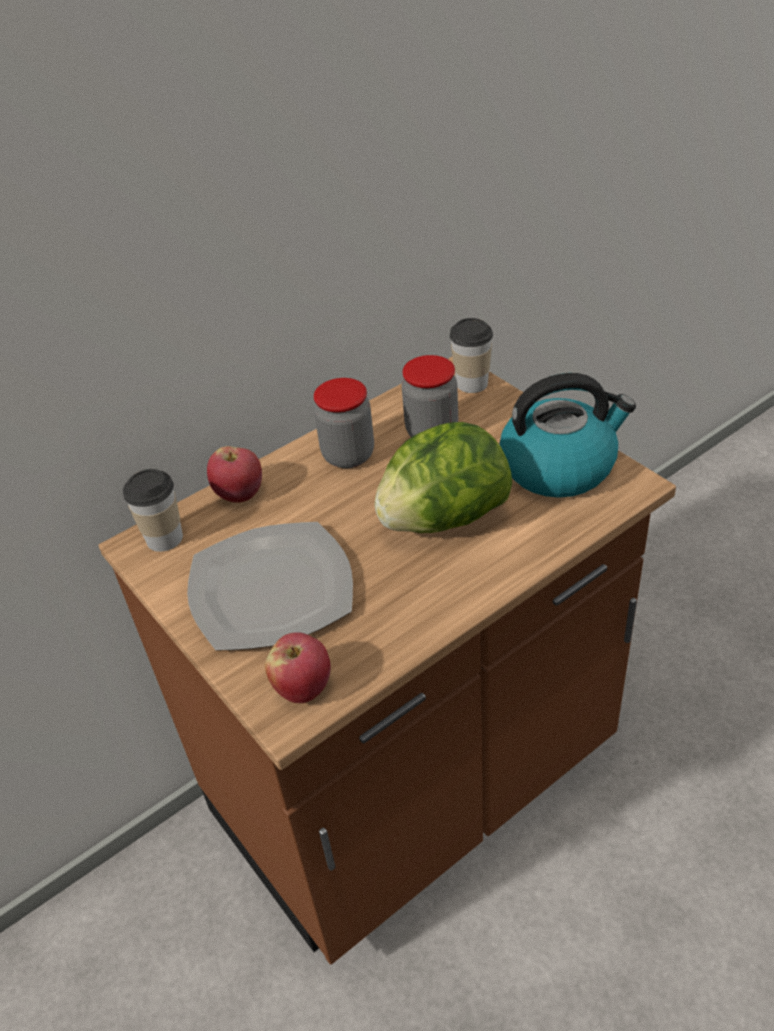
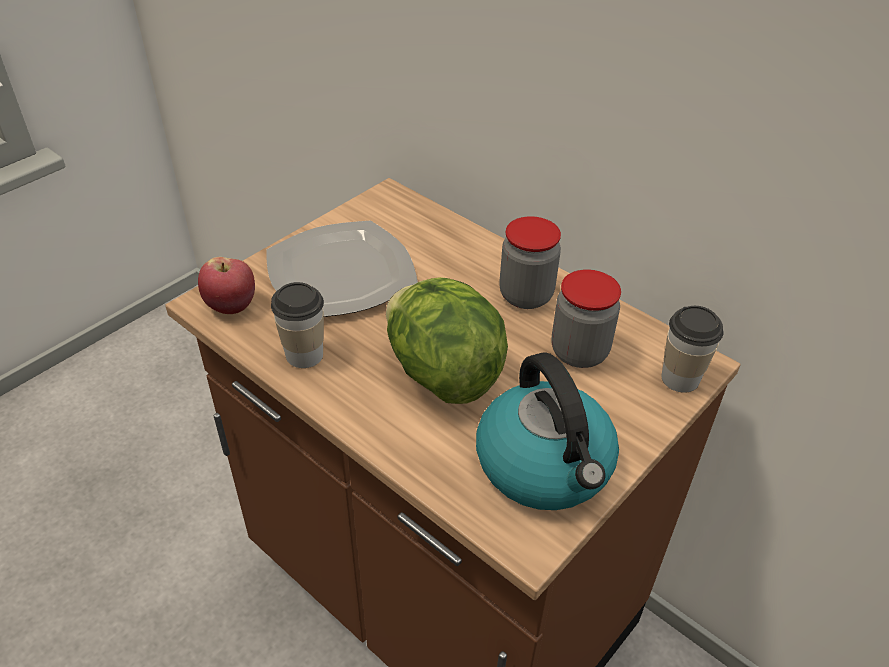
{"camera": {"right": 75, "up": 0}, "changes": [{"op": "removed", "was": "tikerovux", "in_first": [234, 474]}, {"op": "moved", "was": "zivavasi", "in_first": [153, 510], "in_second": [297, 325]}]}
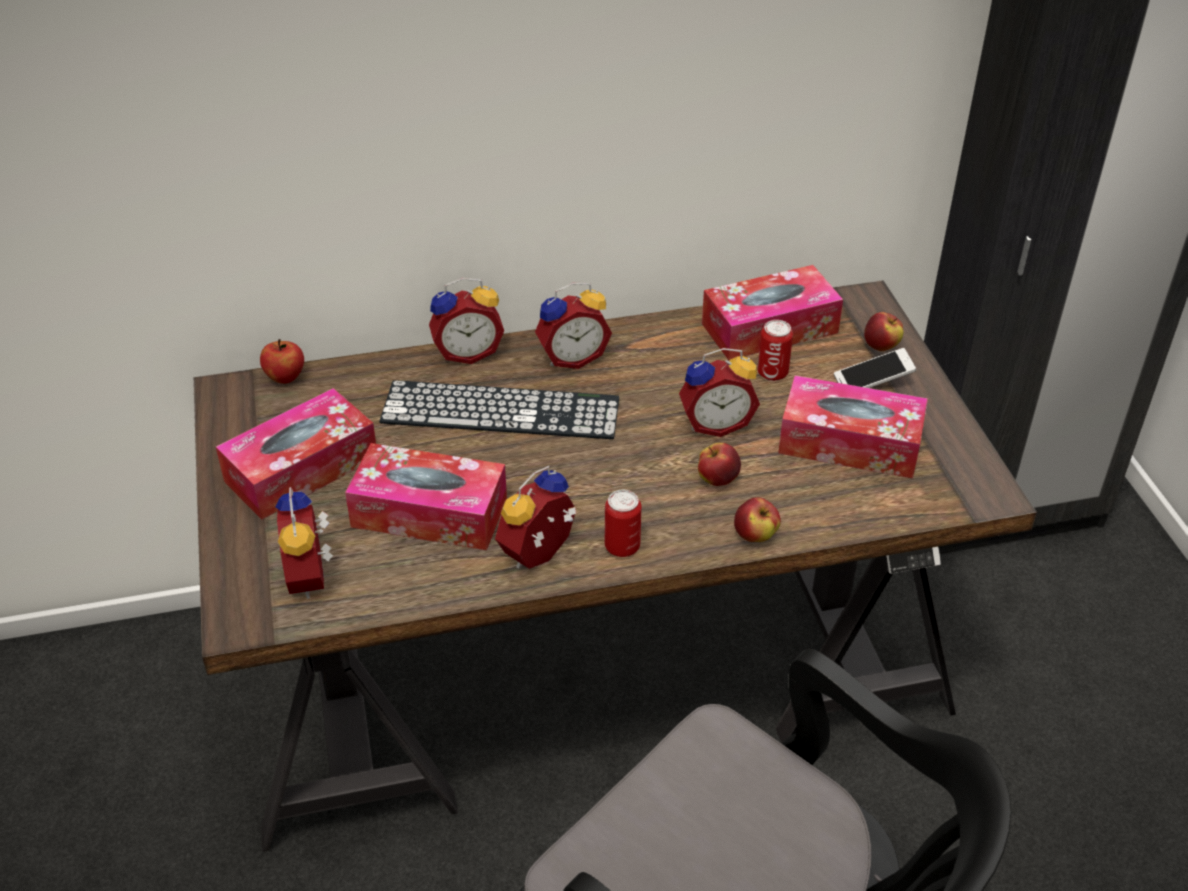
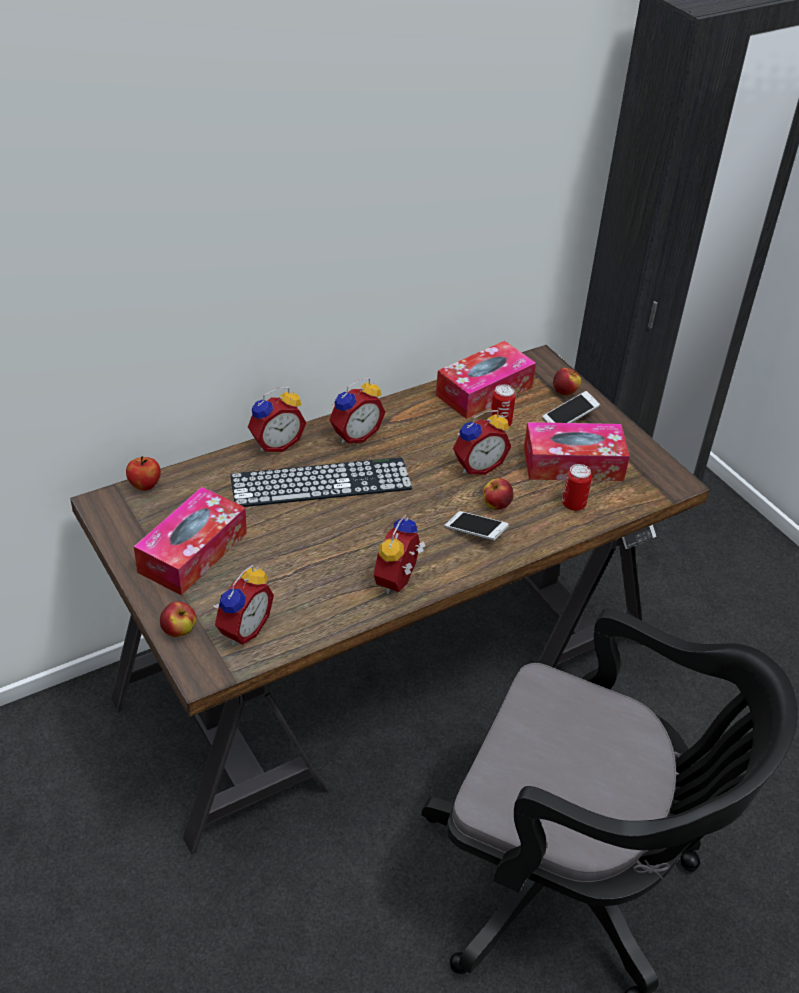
{"camera": {"right": -20, "up": 0}, "changes": [{"op": "removed", "was": "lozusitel", "in_first": [426, 496]}, {"op": "added", "now": "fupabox", "in_second": [477, 526]}, {"op": "moved", "was": "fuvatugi", "in_first": [623, 523], "in_second": [577, 487]}, {"op": "moved", "was": "tikerovux", "in_first": [757, 520], "in_second": [178, 619]}, {"op": "turned", "was": "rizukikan", "in_first": [304, 543], "in_second": [243, 605], "clockwise": -120}]}
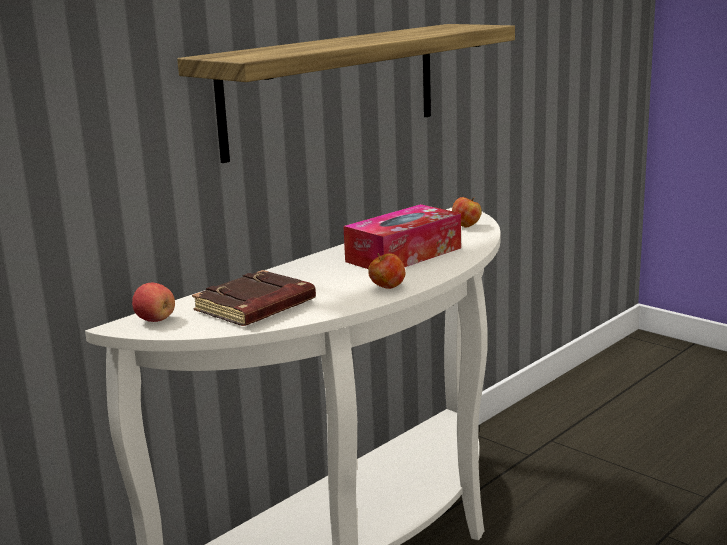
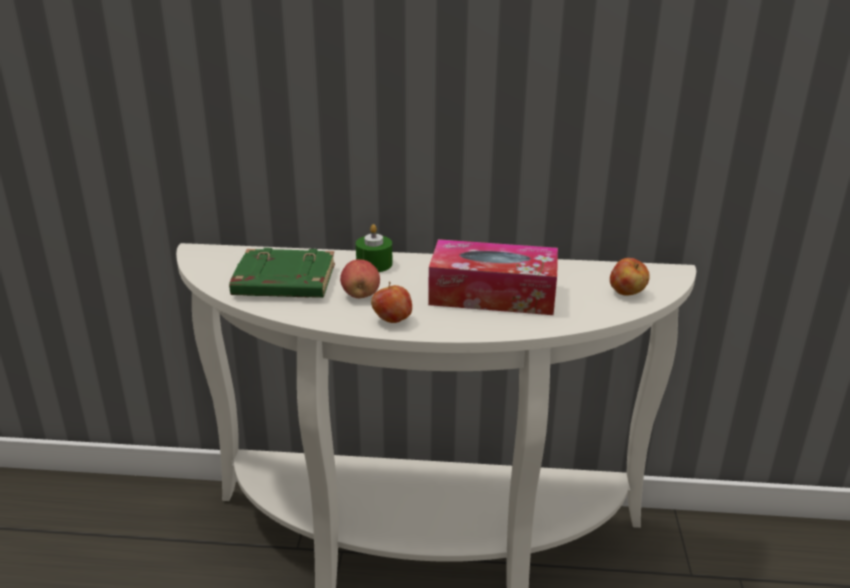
{"camera": {"right": 50, "up": 10}, "changes": [{"op": "removed", "was": "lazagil", "in_first": [346, 93]}, {"op": "added", "now": "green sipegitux", "in_second": [374, 248]}, {"op": "moved", "was": "tikerovux", "in_first": [153, 302], "in_second": [360, 278]}, {"op": "recoloured", "was": "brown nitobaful", "now": "green nitobaful", "in_first": [254, 298], "in_second": [282, 273]}]}
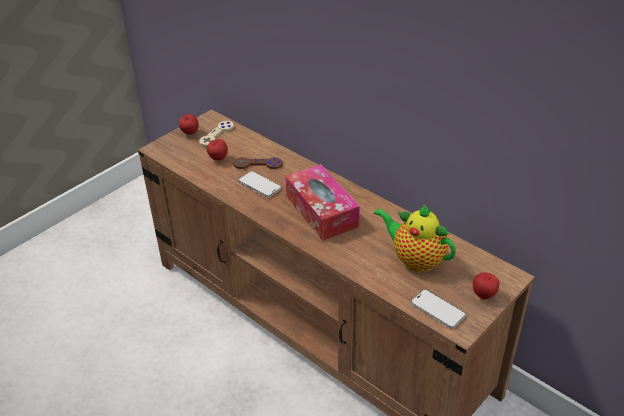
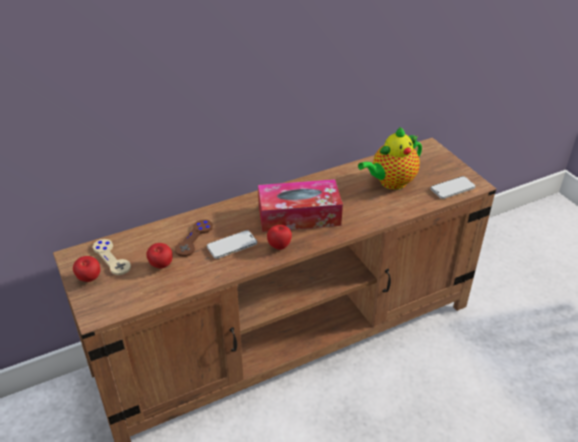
{"camera": {"right": -70, "up": 0}, "changes": [{"op": "moved", "was": "tikerovux", "in_first": [486, 285], "in_second": [279, 237]}]}
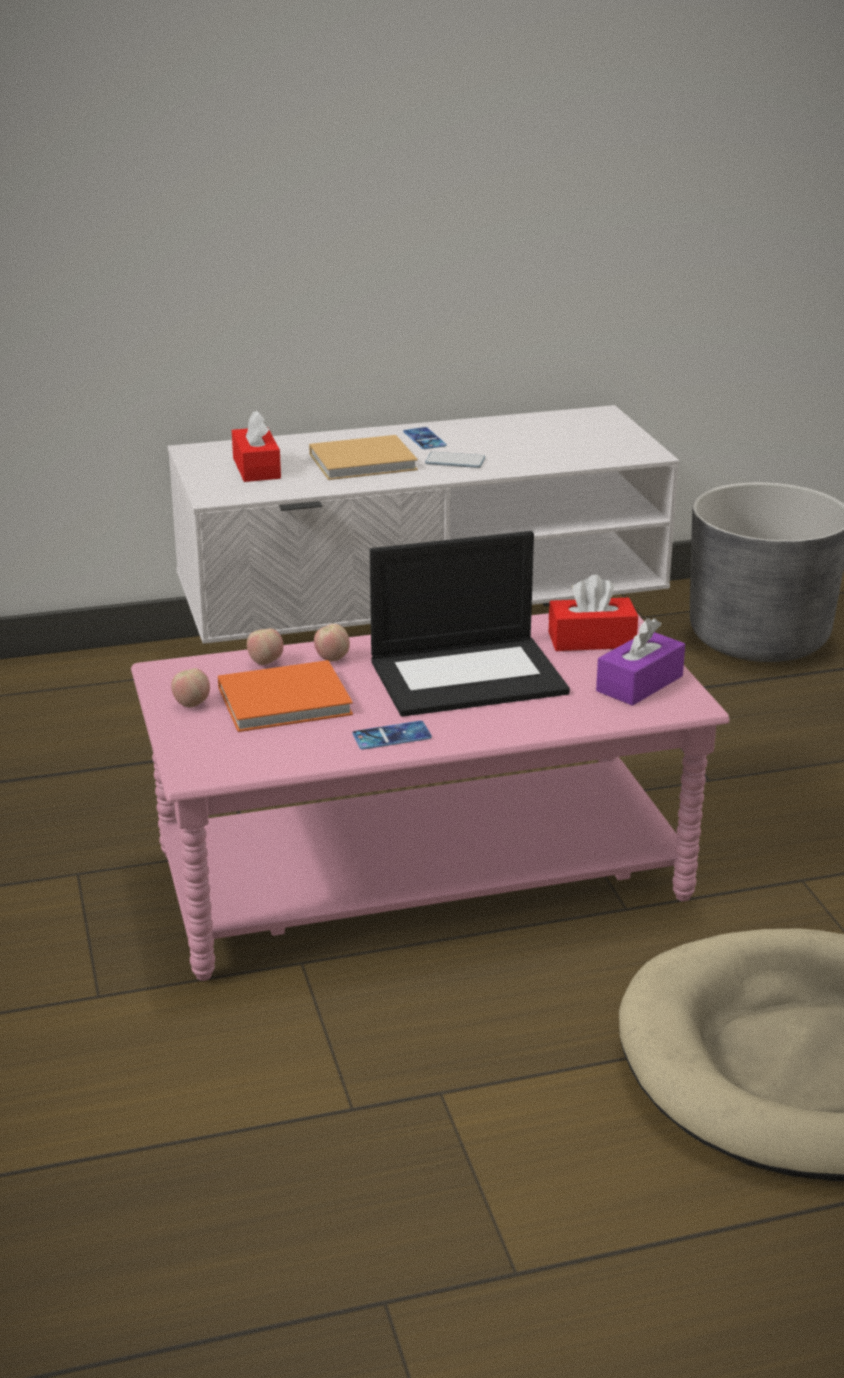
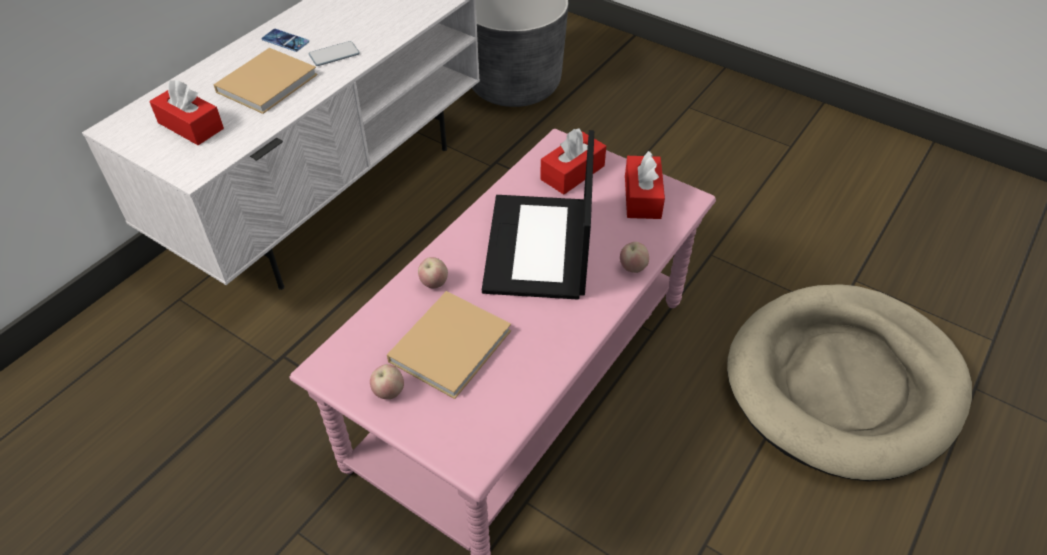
{"camera": {"right": -40, "up": 20}, "changes": [{"op": "removed", "was": "fupabox", "in_first": [392, 735]}, {"op": "moved", "was": "tikerovux", "in_first": [265, 646], "in_second": [634, 257]}, {"op": "recoloured", "was": "orange nitobaful", "now": "beige nitobaful", "in_first": [285, 696], "in_second": [449, 345]}, {"op": "recoloured", "was": "purple lozusitel", "now": "red lozusitel", "in_first": [640, 662], "in_second": [645, 185]}, {"op": "turned", "was": "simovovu", "in_first": [470, 624], "in_second": [538, 215], "clockwise": 150}]}
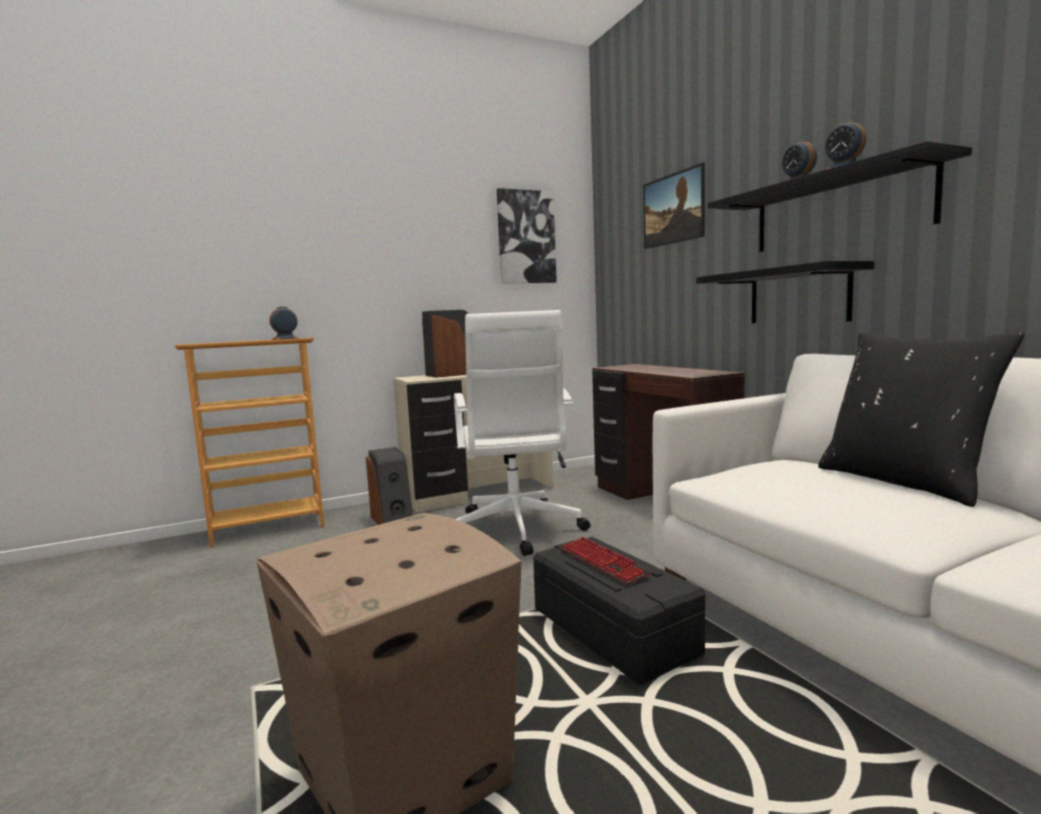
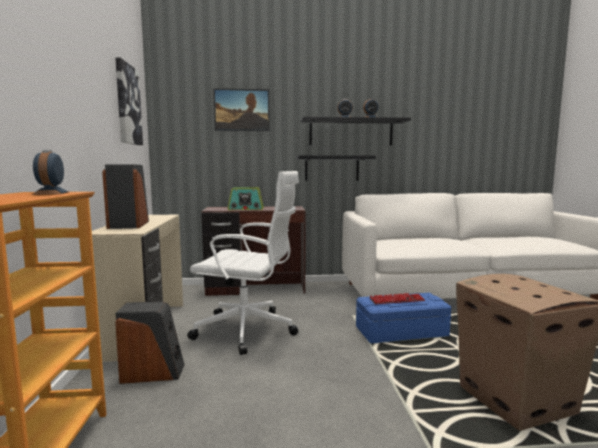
{"camera": {"right": -70, "up": 0}, "changes": [{"op": "removed", "was": "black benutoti", "in_first": [921, 419]}, {"op": "added", "now": "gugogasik", "in_second": [246, 198]}, {"op": "recoloured", "was": "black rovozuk", "now": "blue rovozuk", "in_first": [619, 610], "in_second": [403, 318]}]}
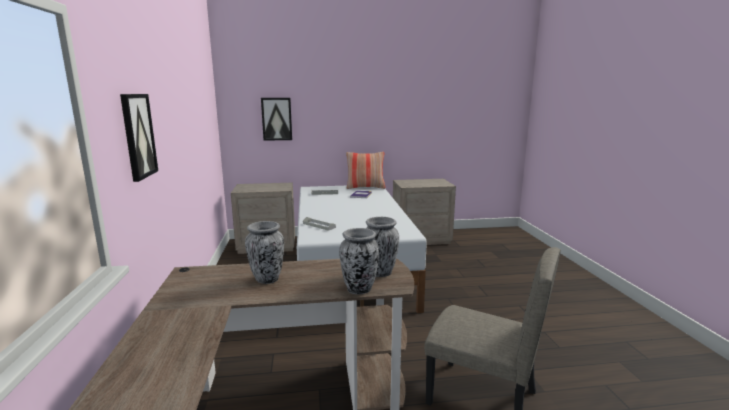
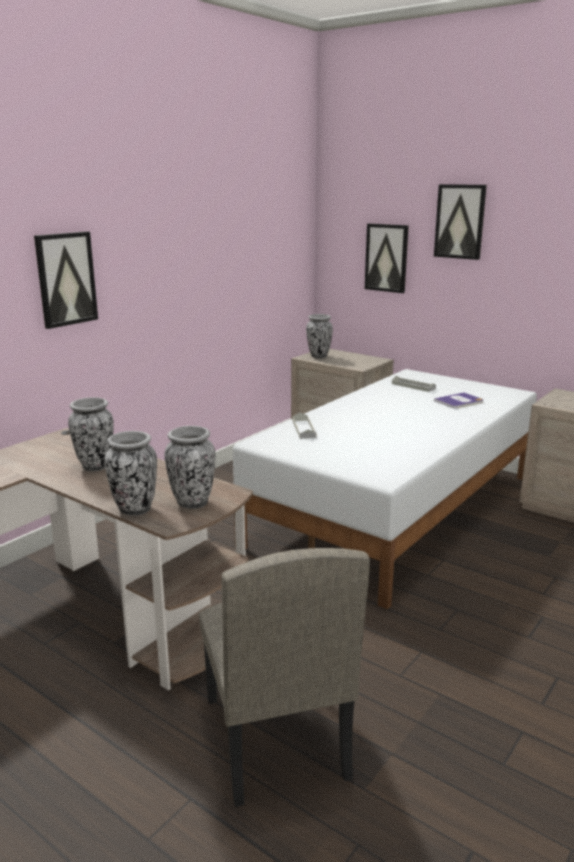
{"camera": {"right": 45, "up": 5}, "changes": [{"op": "removed", "was": "benutoti", "in_first": [366, 170]}, {"op": "added", "now": "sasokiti", "in_second": [319, 336]}, {"op": "added", "now": "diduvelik", "in_second": [460, 222]}]}
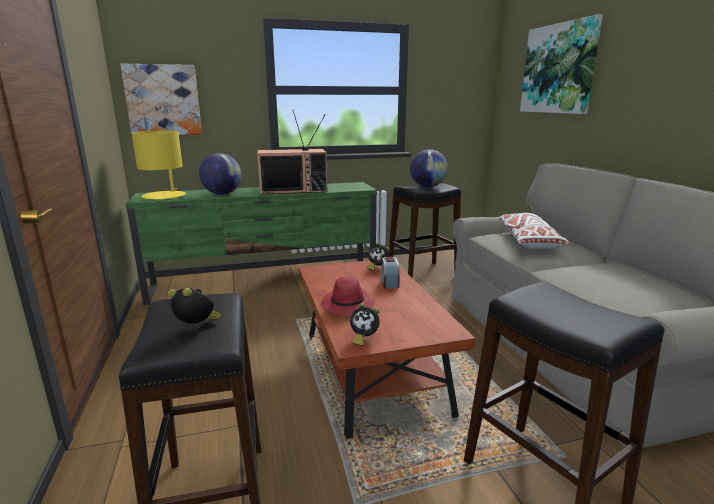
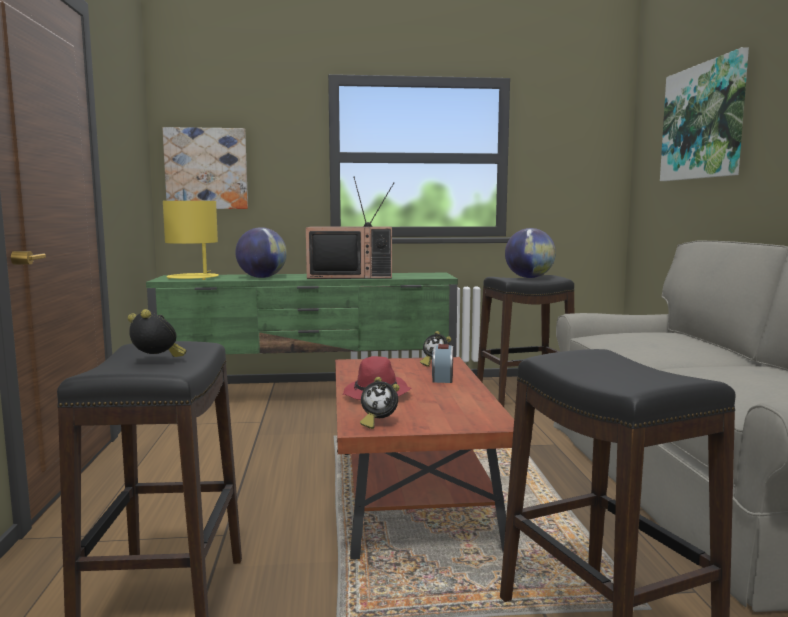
{"camera": {"right": 10, "up": -10}, "changes": [{"op": "removed", "was": "white benutoti", "in_first": [535, 231]}]}
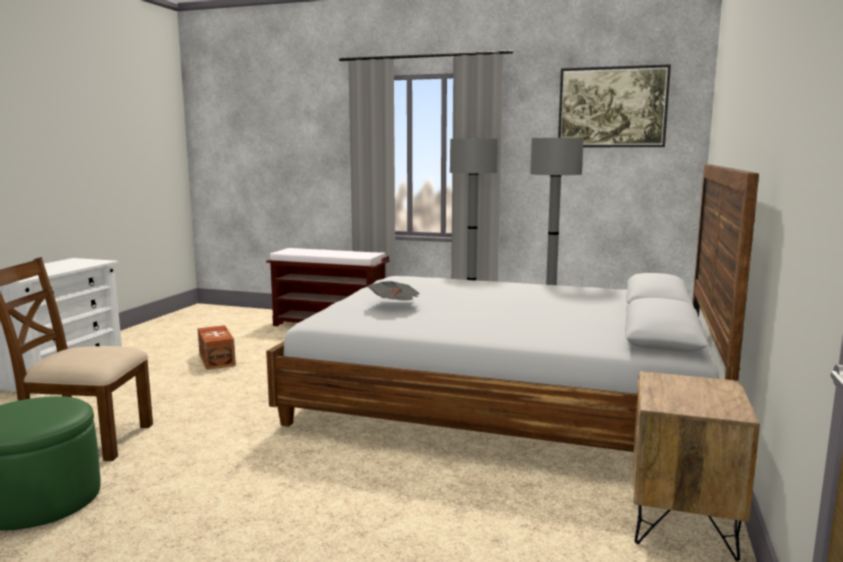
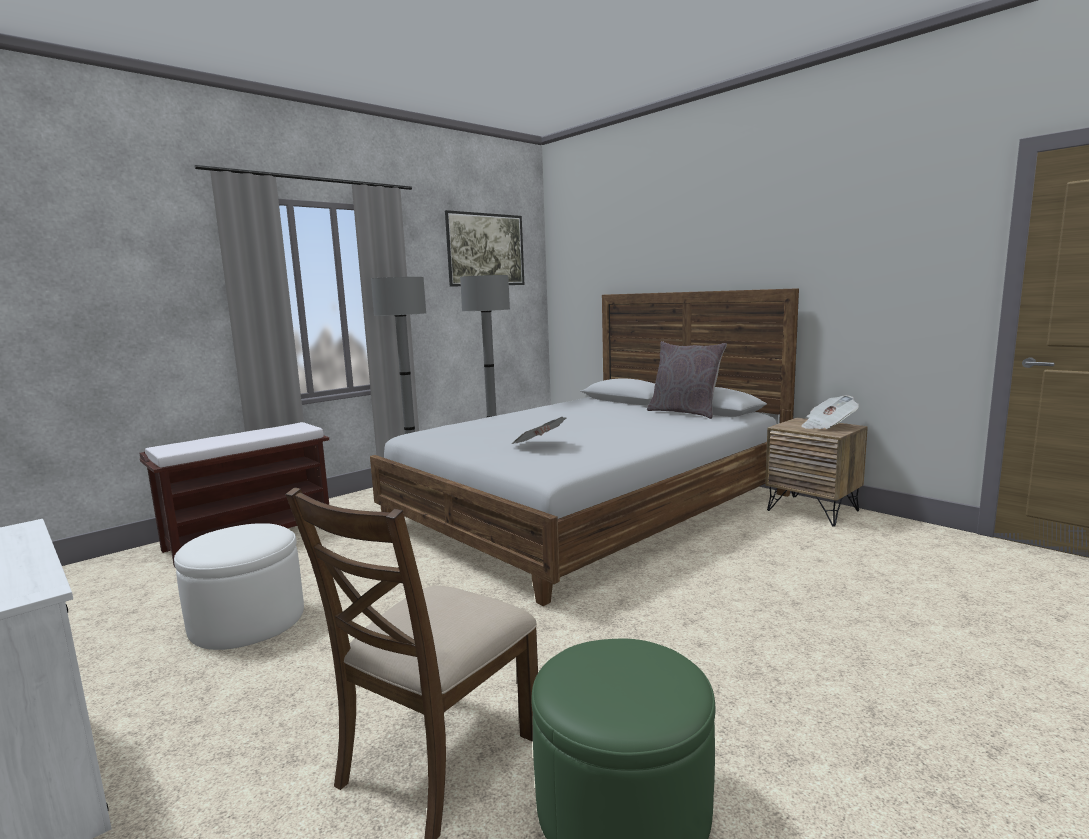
{"camera": {"right": -60, "up": 0}, "changes": [{"op": "added", "now": "grey benutoti", "in_second": [687, 380]}, {"op": "added", "now": "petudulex", "in_second": [830, 412]}, {"op": "replaced", "was": "brown rovozuk", "now": "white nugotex", "in_first": [217, 347], "in_second": [239, 586]}]}
